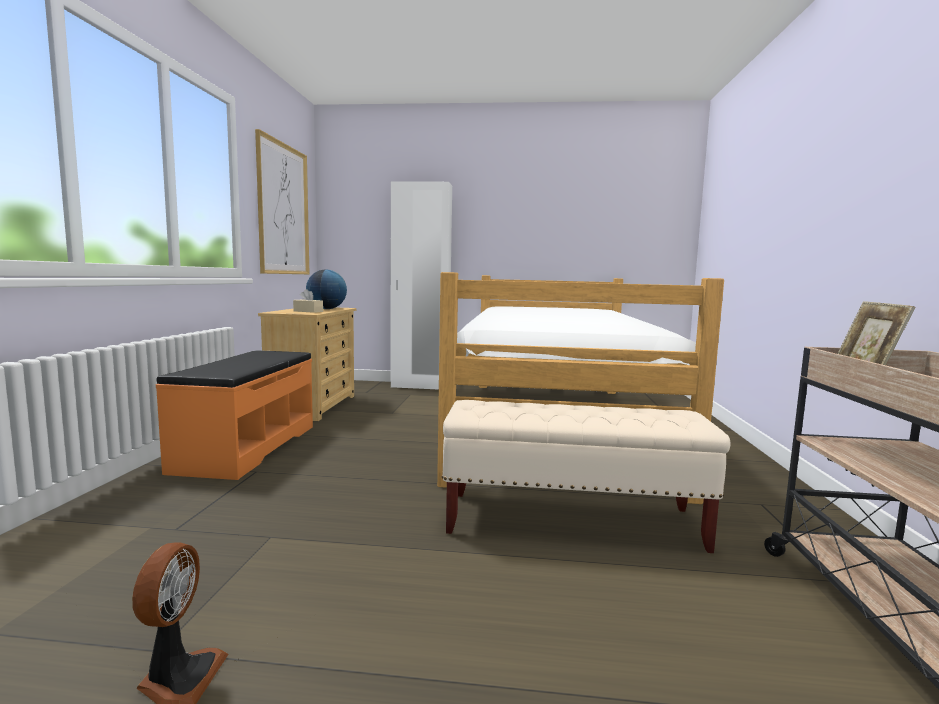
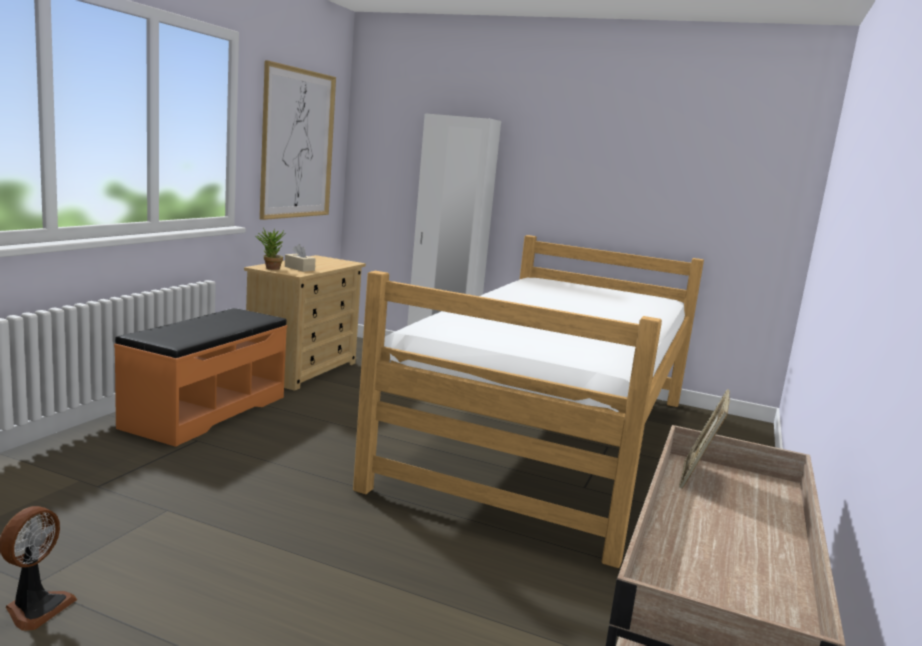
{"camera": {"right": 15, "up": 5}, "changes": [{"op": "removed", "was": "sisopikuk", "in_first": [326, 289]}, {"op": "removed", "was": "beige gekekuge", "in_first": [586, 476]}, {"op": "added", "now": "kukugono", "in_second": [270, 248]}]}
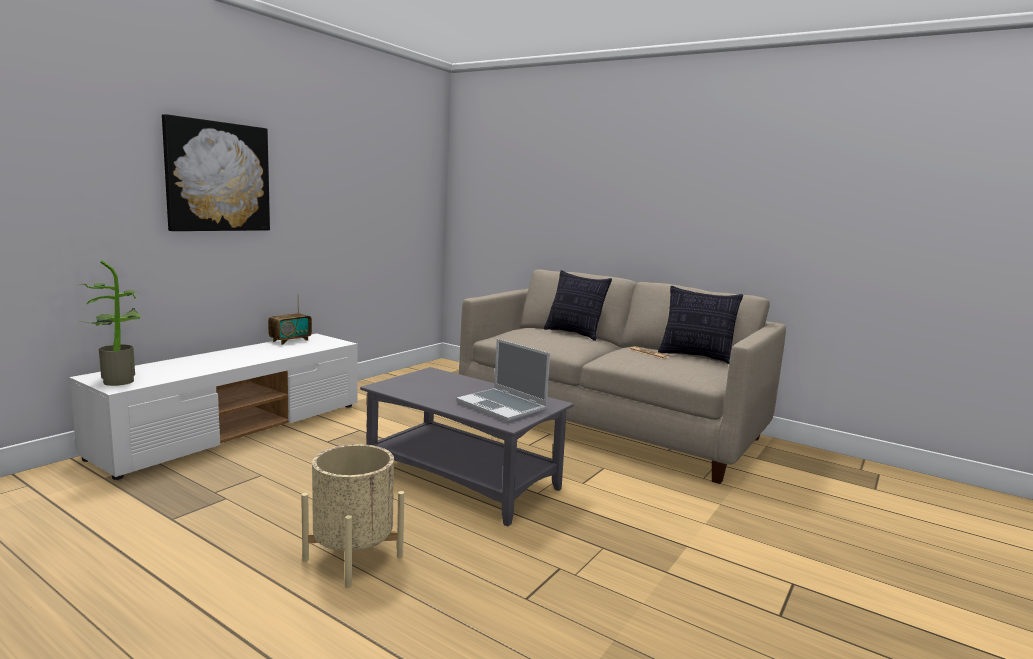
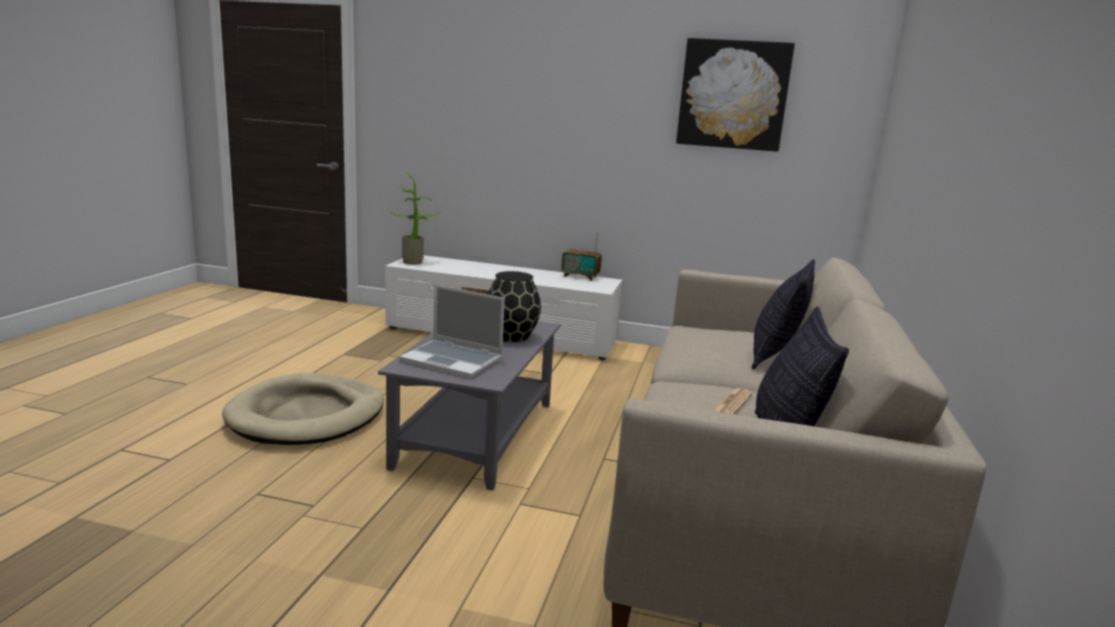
{"camera": {"right": 70, "up": 5}, "changes": [{"op": "added", "now": "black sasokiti", "in_second": [514, 306]}, {"op": "moved", "was": "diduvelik", "in_first": [216, 172], "in_second": [735, 95]}, {"op": "replaced", "was": "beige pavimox", "now": "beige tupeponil", "in_first": [352, 516], "in_second": [303, 409]}, {"op": "turned", "was": "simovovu", "in_first": [503, 380], "in_second": [452, 331], "clockwise": -90}]}
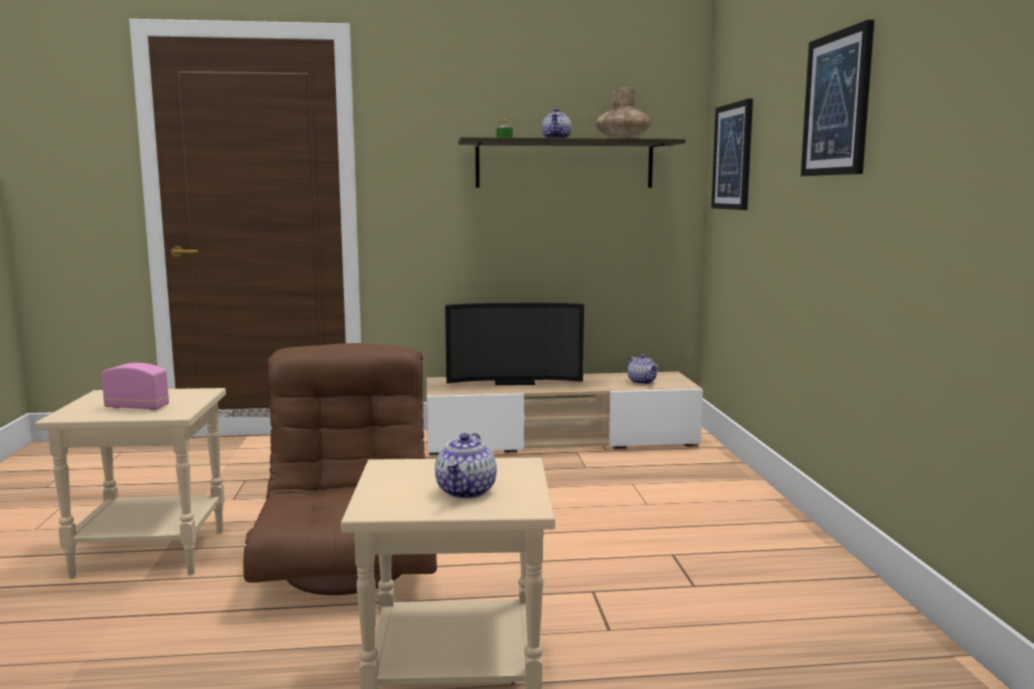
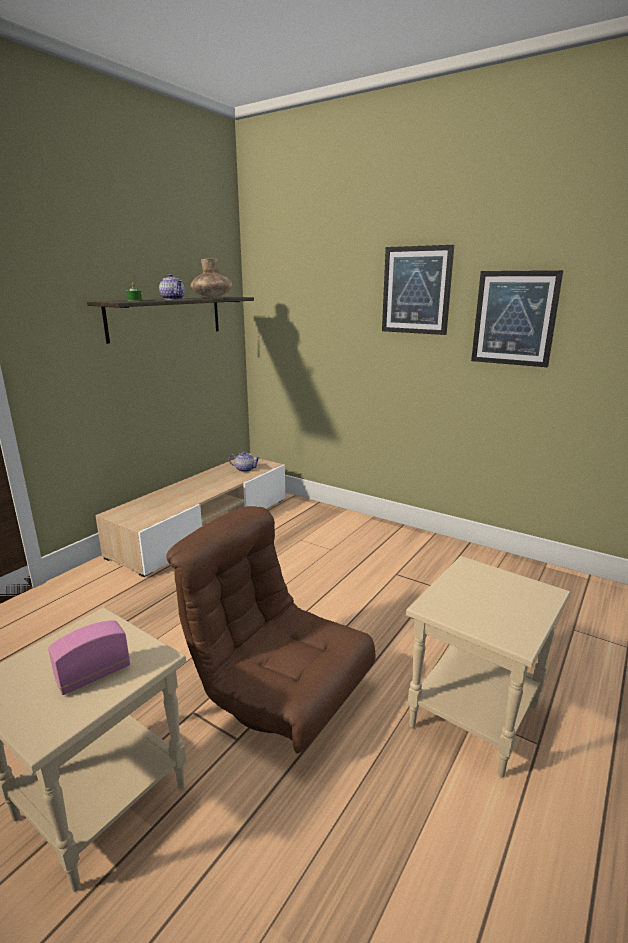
{"camera": {"right": -50, "up": 10}, "changes": [{"op": "removed", "was": "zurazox", "in_first": [466, 466]}, {"op": "removed", "was": "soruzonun", "in_first": [514, 344]}, {"op": "moved", "was": "diduvelik", "in_first": [732, 154], "in_second": [517, 318]}]}
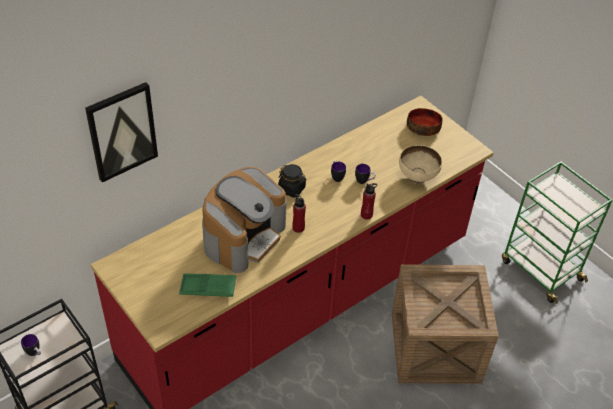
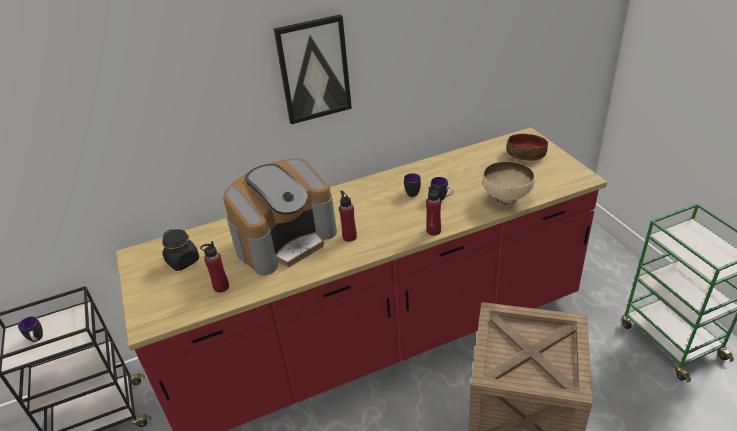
{"camera": {"right": 20, "up": -10}, "changes": [{"op": "moved", "was": "diduvelik", "in_first": [121, 132], "in_second": [313, 69]}, {"op": "moved", "was": "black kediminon", "in_first": [292, 181], "in_second": [180, 250]}, {"op": "replaced", "was": "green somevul", "now": "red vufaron", "in_first": [207, 285], "in_second": [214, 267]}]}
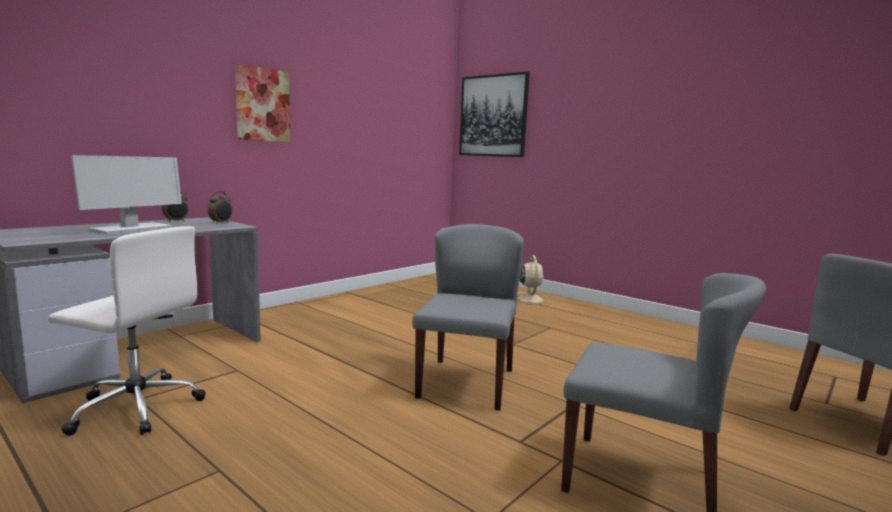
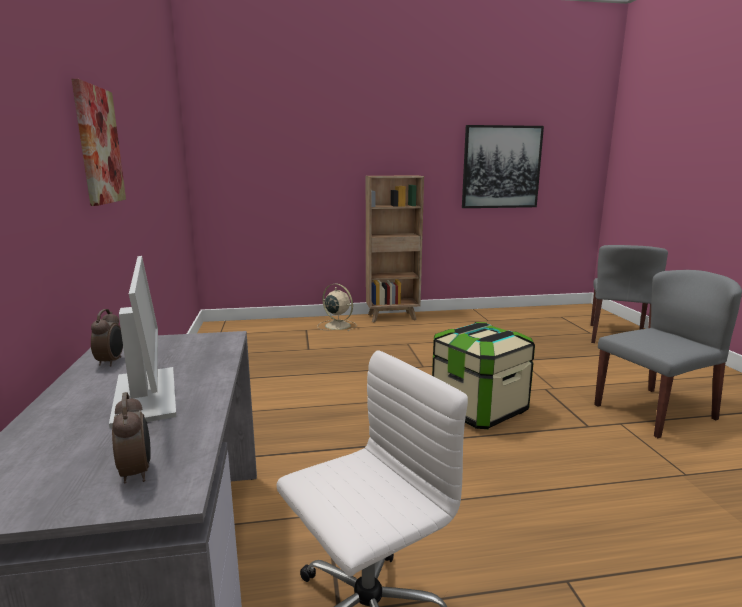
{"camera": {"right": -50, "up": 5}, "changes": [{"op": "added", "now": "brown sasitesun", "in_second": [395, 249]}, {"op": "moved", "was": "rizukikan", "in_first": [220, 207], "in_second": [131, 438]}, {"op": "moved", "was": "diduvelik", "in_first": [494, 114], "in_second": [503, 166]}, {"op": "replaced", "was": "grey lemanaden", "now": "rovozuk", "in_first": [468, 317], "in_second": [483, 375]}]}
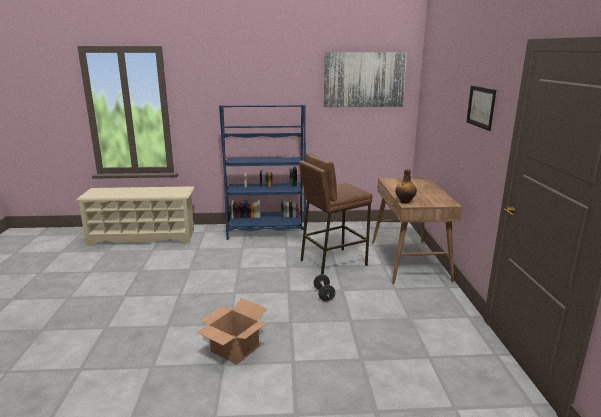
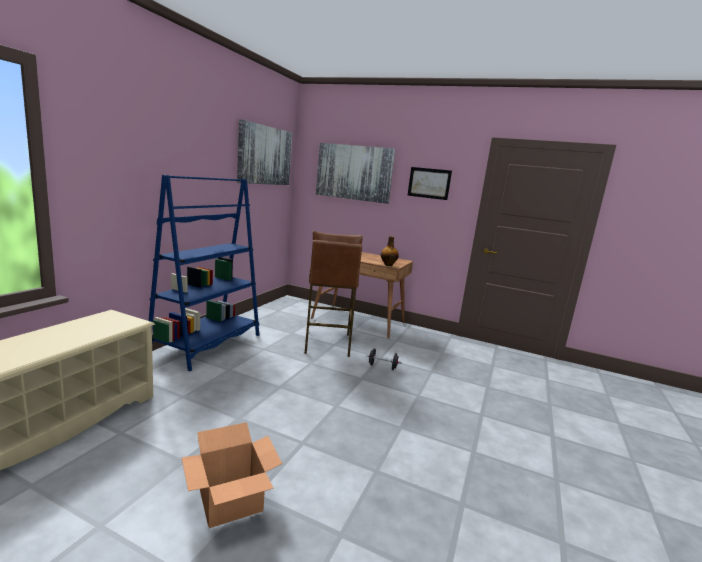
{"camera": {"right": -65, "up": -5}, "changes": [{"op": "added", "now": "diduvelik", "in_second": [355, 173]}, {"op": "moved", "was": "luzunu", "in_first": [231, 331], "in_second": [232, 475]}]}
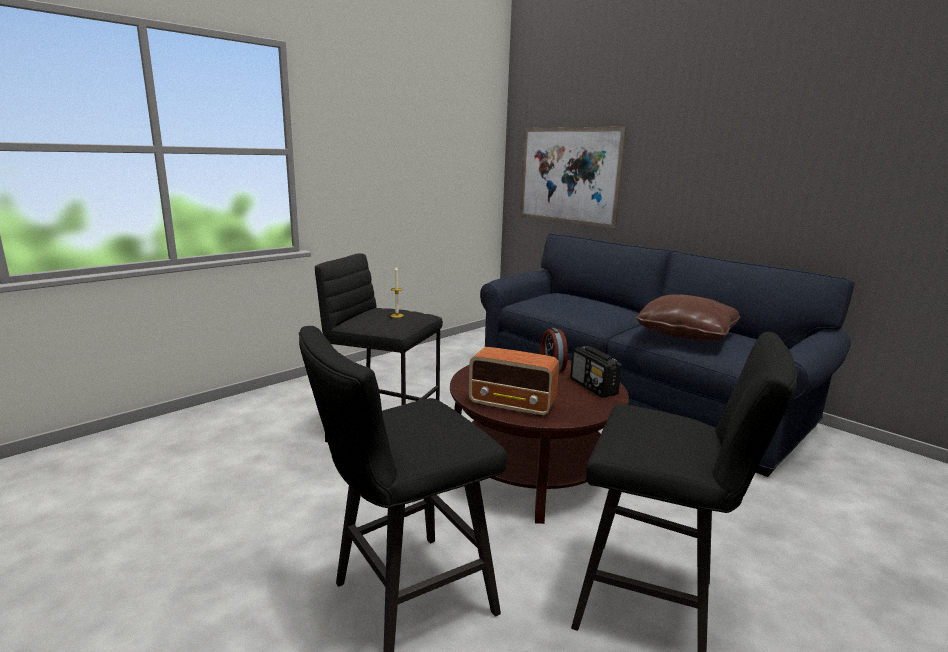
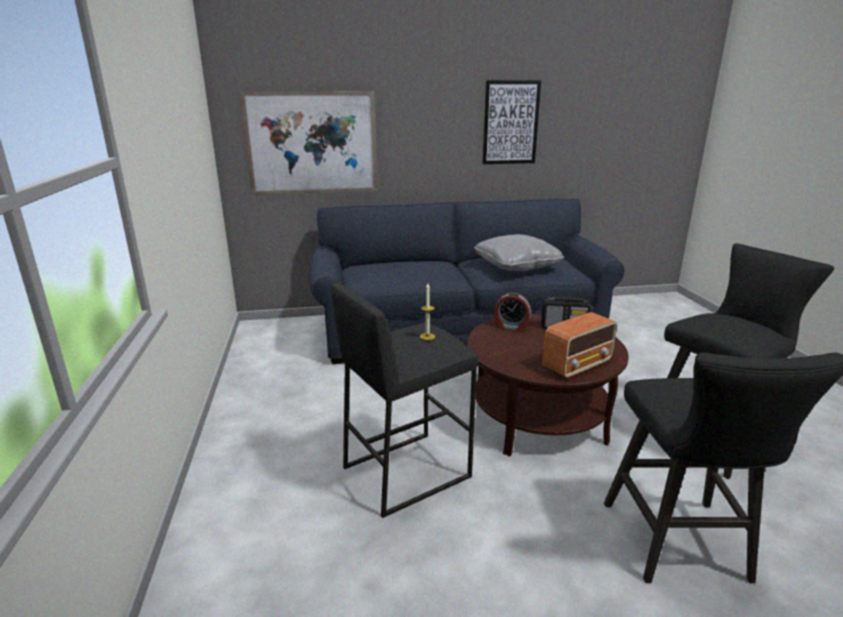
{"camera": {"right": -55, "up": 5}, "changes": [{"op": "added", "now": "diduvelik", "in_second": [511, 122]}, {"op": "recoloured", "was": "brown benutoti", "now": "grey benutoti", "in_first": [688, 317], "in_second": [519, 252]}]}
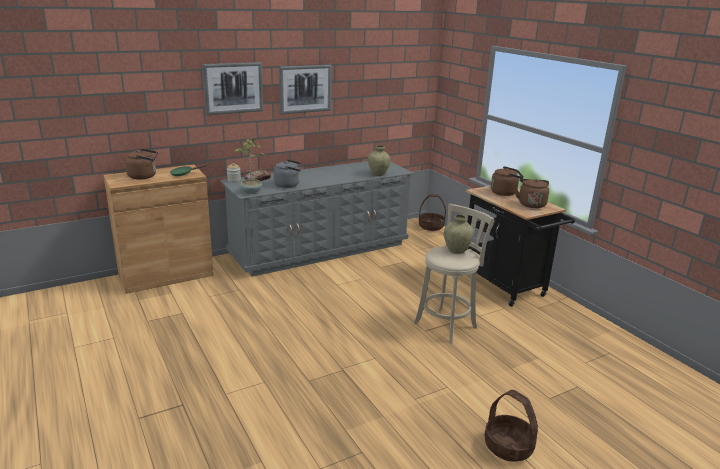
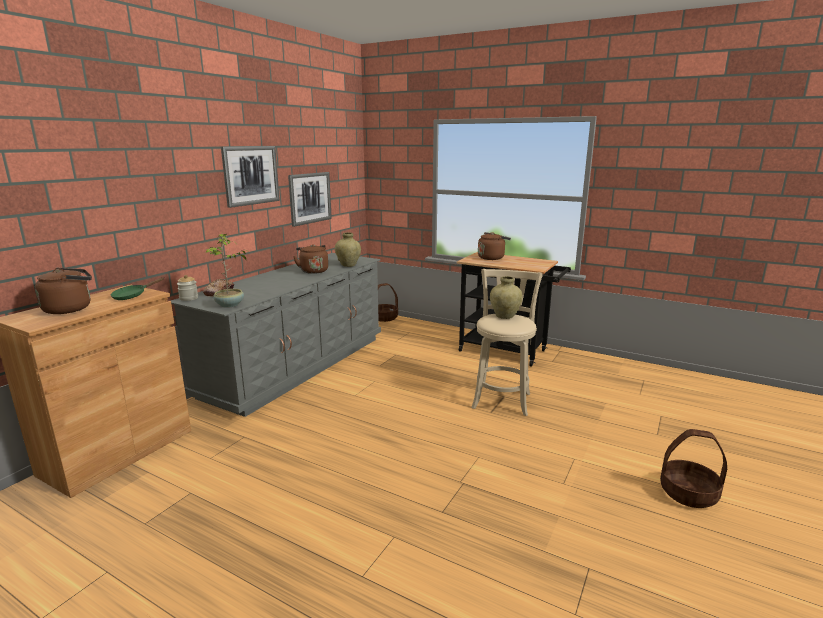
{"camera": {"right": -30, "up": -5}, "changes": [{"op": "removed", "was": "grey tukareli", "in_first": [288, 173]}, {"op": "moved", "was": "diduvelik", "in_first": [232, 88], "in_second": [310, 199]}, {"op": "moved", "was": "brown tukareli", "in_first": [531, 193], "in_second": [310, 259]}]}
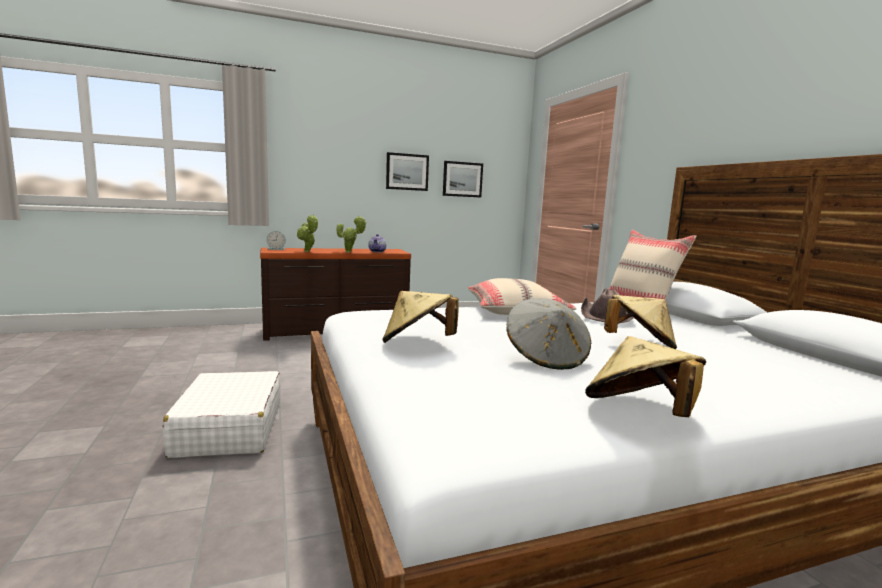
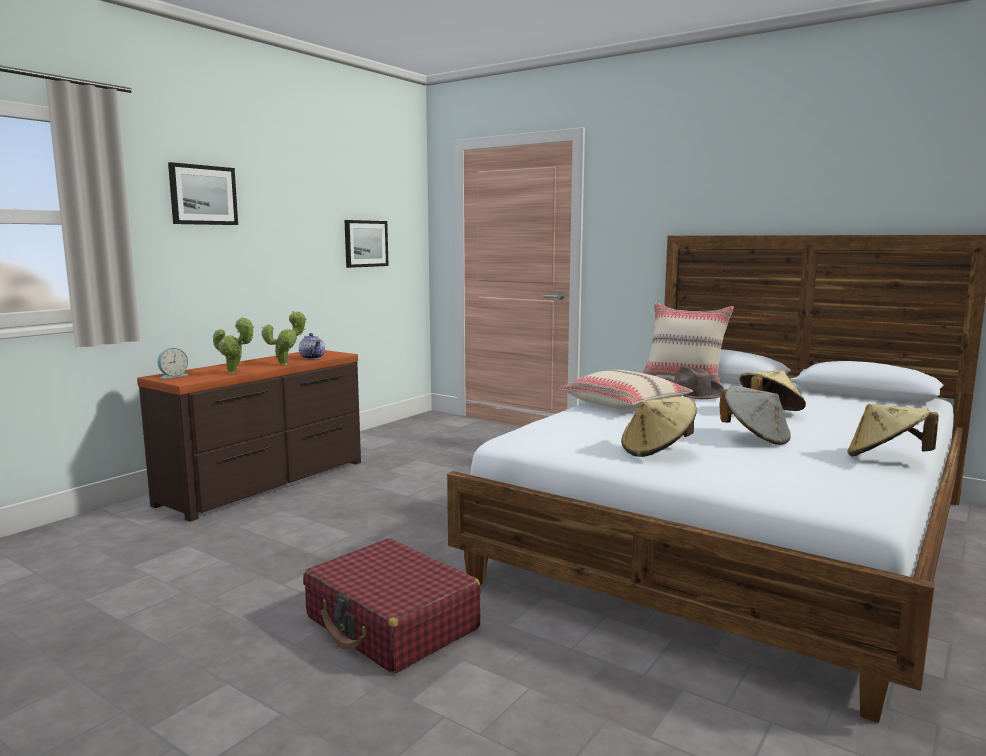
{"camera": {"right": -35, "up": 0}, "changes": [{"op": "moved", "was": "diduvelik", "in_first": [407, 171], "in_second": [203, 193]}, {"op": "recoloured", "was": "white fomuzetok", "now": "red fomuzetok", "in_first": [222, 414], "in_second": [392, 606]}]}
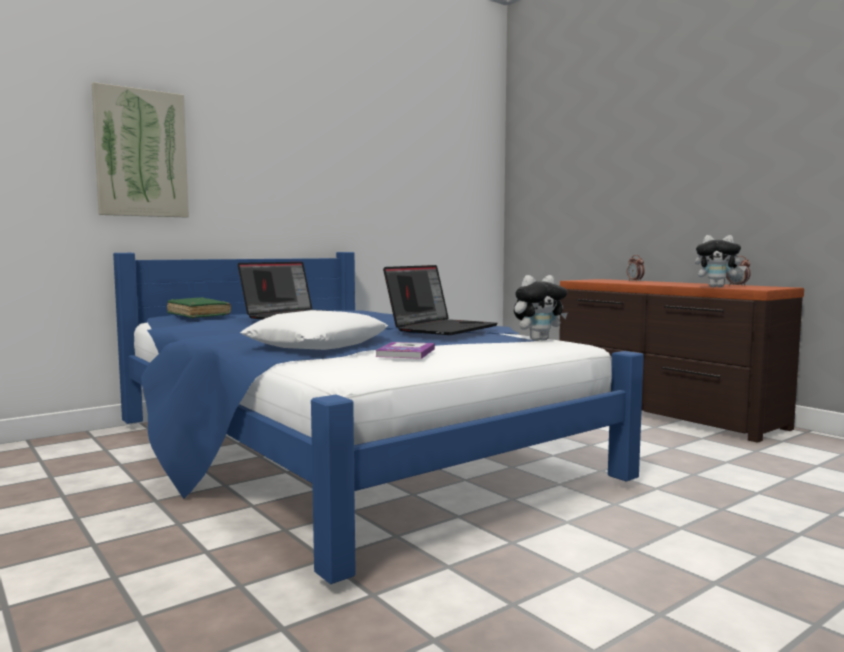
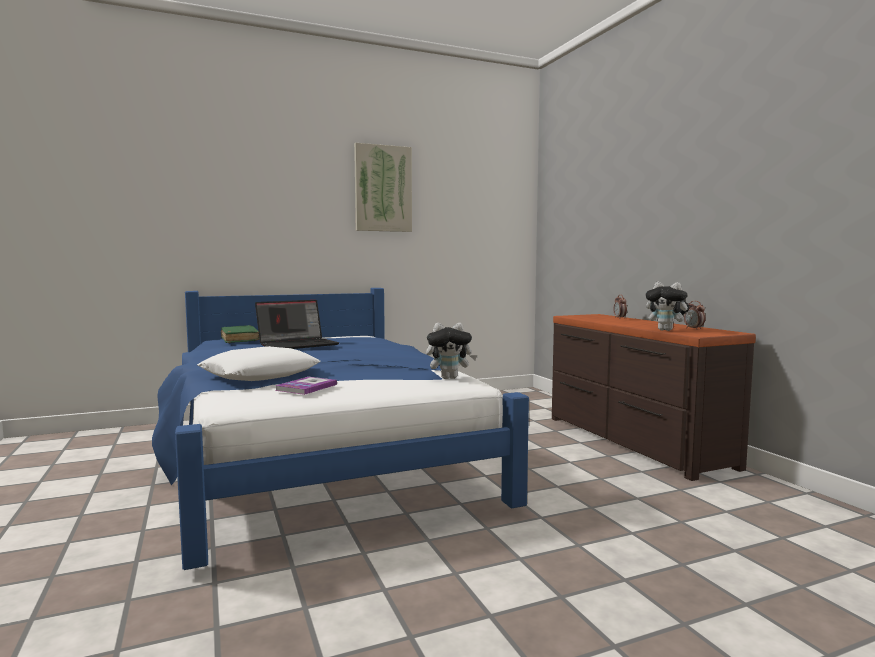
{"camera": {"right": 15, "up": 0}, "changes": [{"op": "removed", "was": "simovovu", "in_first": [440, 300]}, {"op": "moved", "was": "diduvelik", "in_first": [140, 149], "in_second": [383, 187]}]}
